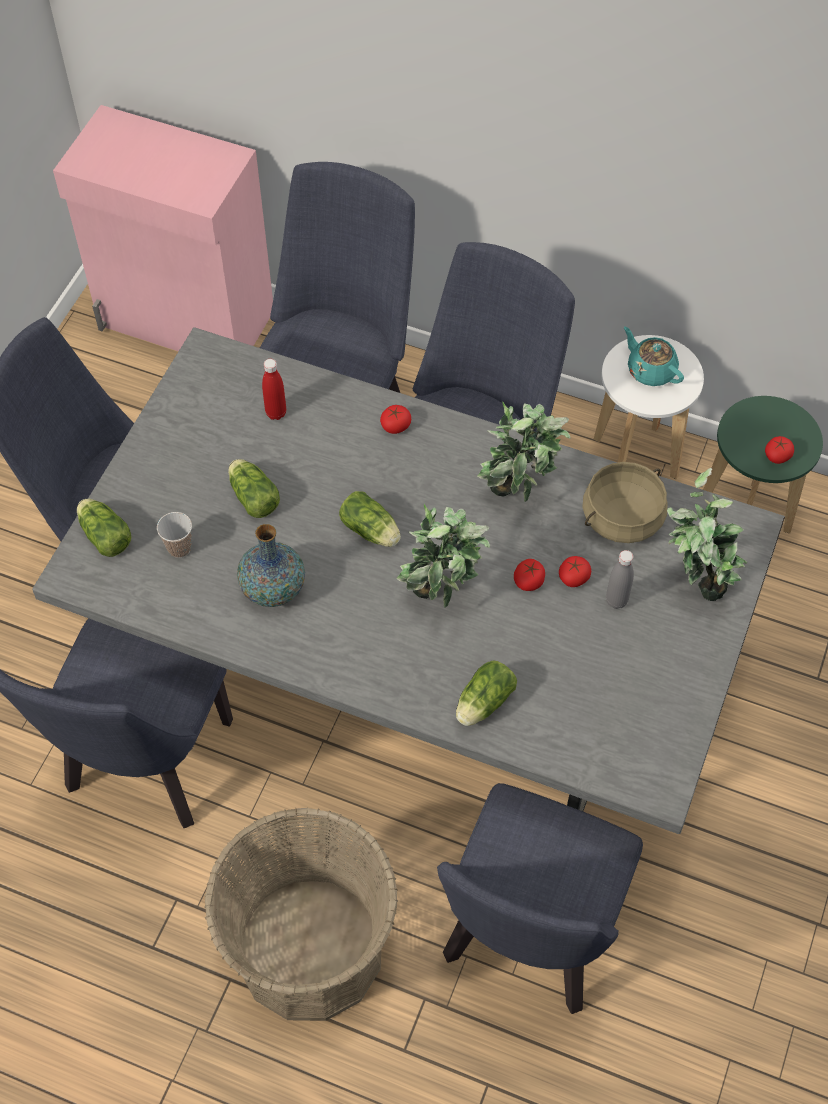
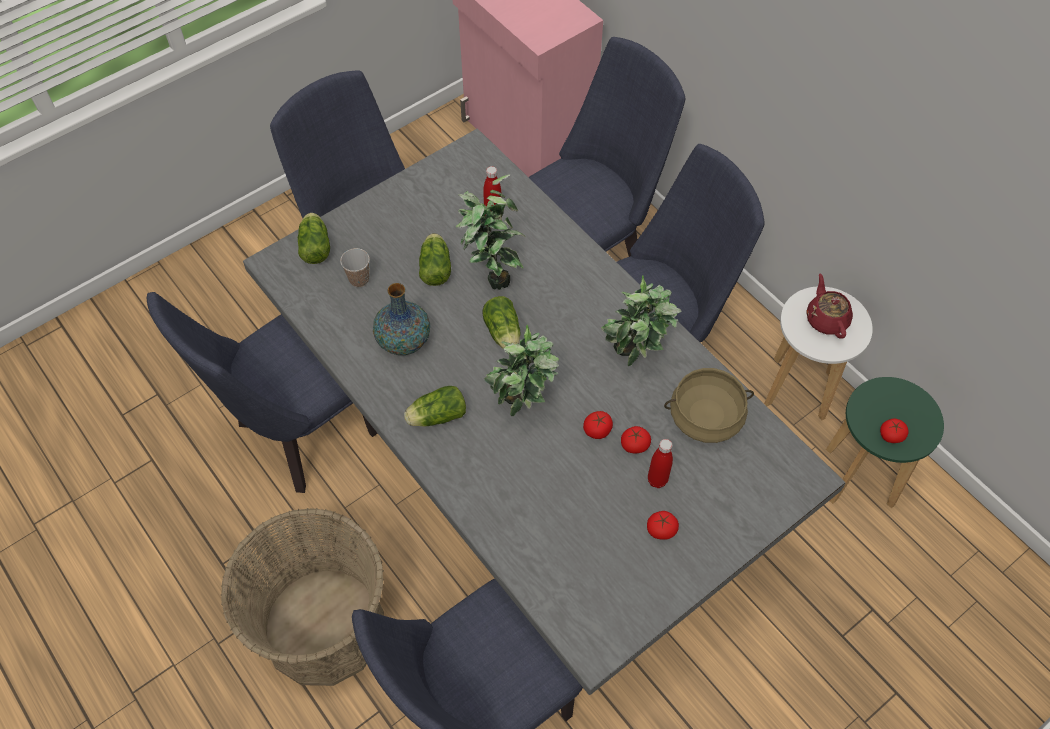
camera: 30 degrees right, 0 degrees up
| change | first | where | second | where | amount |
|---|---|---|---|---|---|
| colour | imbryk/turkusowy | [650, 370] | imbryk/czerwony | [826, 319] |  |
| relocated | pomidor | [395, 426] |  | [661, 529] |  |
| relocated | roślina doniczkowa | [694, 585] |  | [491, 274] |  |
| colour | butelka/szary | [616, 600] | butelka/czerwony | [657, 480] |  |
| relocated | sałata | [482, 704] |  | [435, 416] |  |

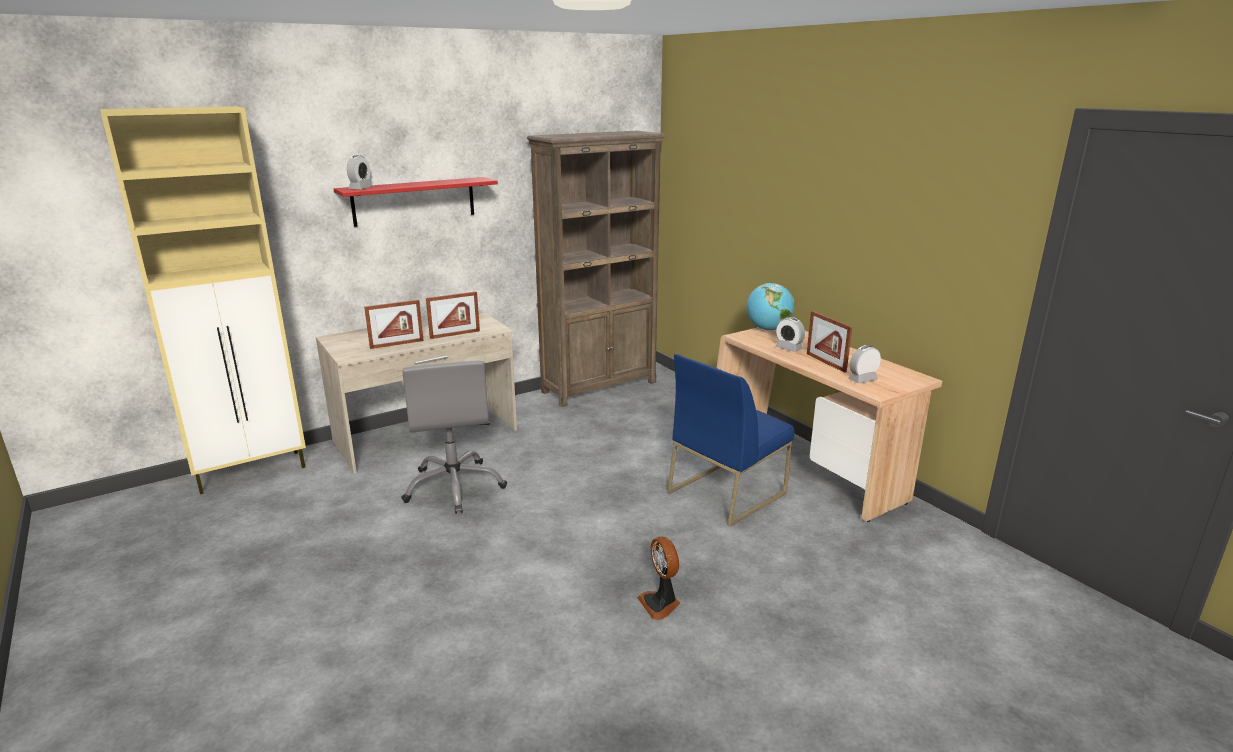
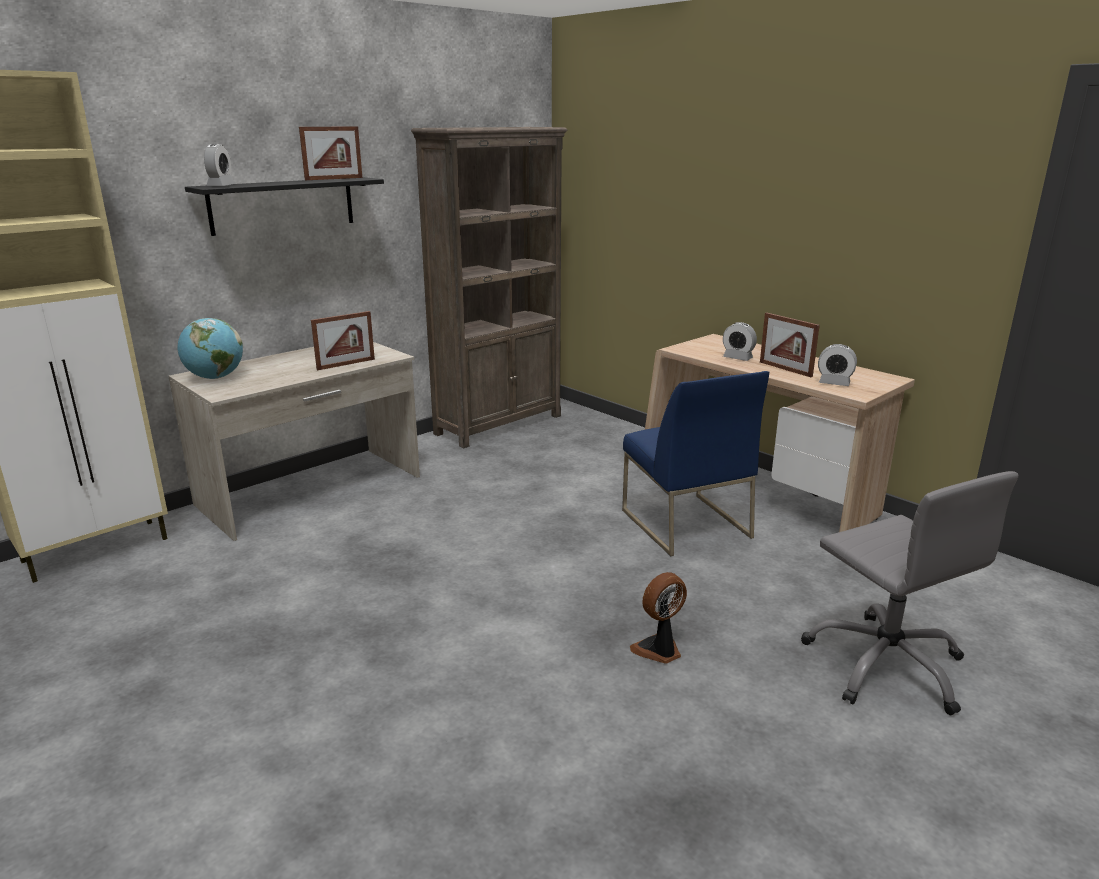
camera: 10 degrees left, 0 degrees up
| change | first | where | second | where | amount |
|---|---|---|---|---|---|
| colour | półka/czerwony | [414, 201] | półka/czarny | [283, 205] |  |
| relocated | globus | [768, 329] |  | [215, 378] |  |
| relocated | ramka na zdjęcie | [397, 344] |  | [334, 179] |  |
| spun | budzik | [862, 380] |  | [834, 383] | 120 degrees counterclockwise |
| spun | krzesło/niebieski | [726, 492] |  | [684, 523] | 60 degrees counterclockwise |
| relocated | krzesło biurowe/szary | [455, 486] |  | [886, 664] |  |
| spun | wentylator | [660, 603] |  | [659, 650] | 90 degrees clockwise |

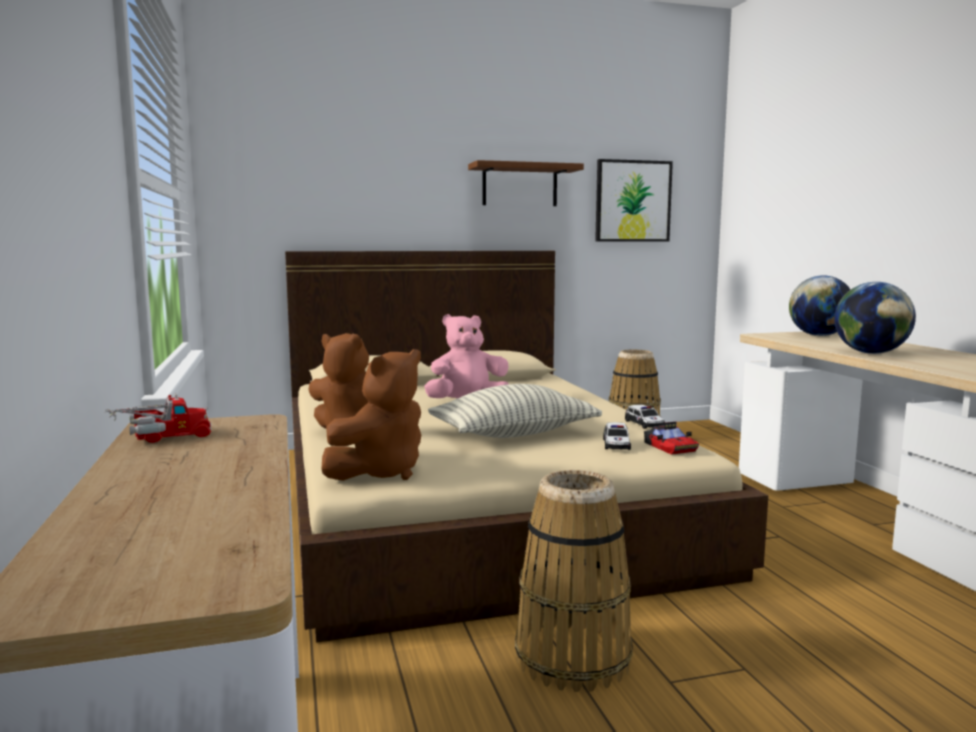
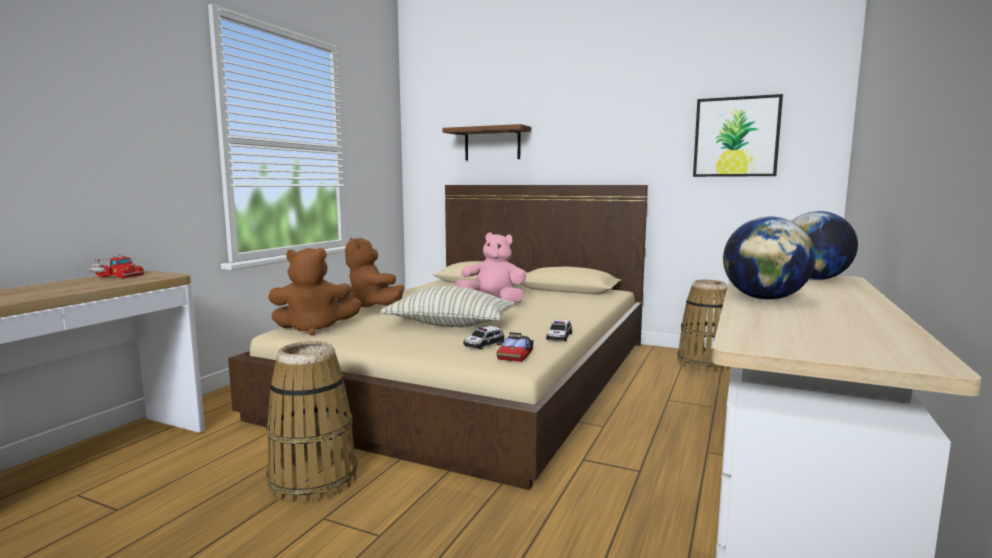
camera: 40 degrees right, 0 degrees up
| change | first | where | second | where | amount |
|---|---|---|---|---|---|
| relocated | półka/brązowy | [520, 185] |  | [492, 144] |  |

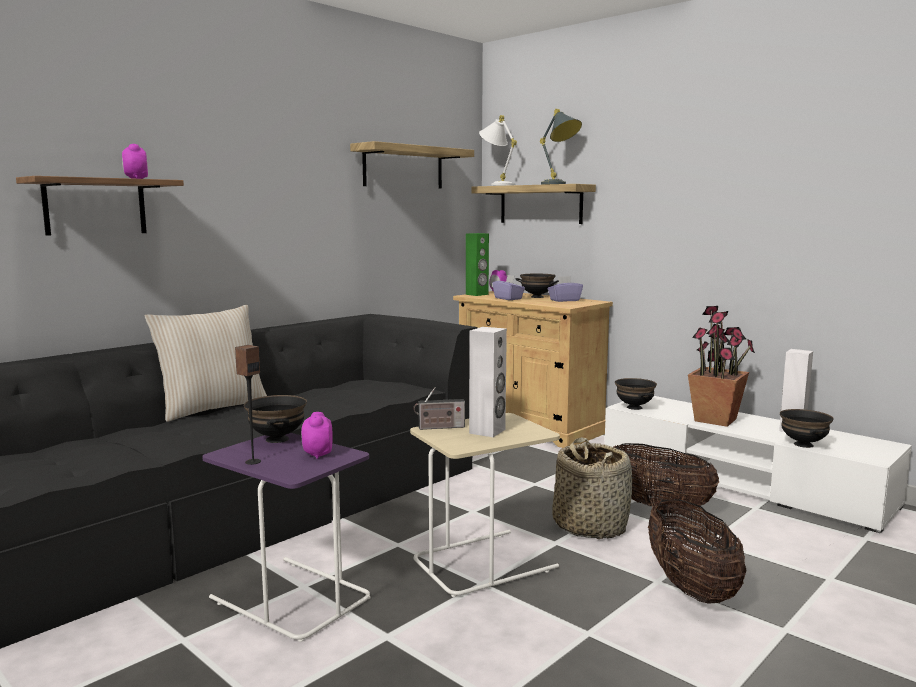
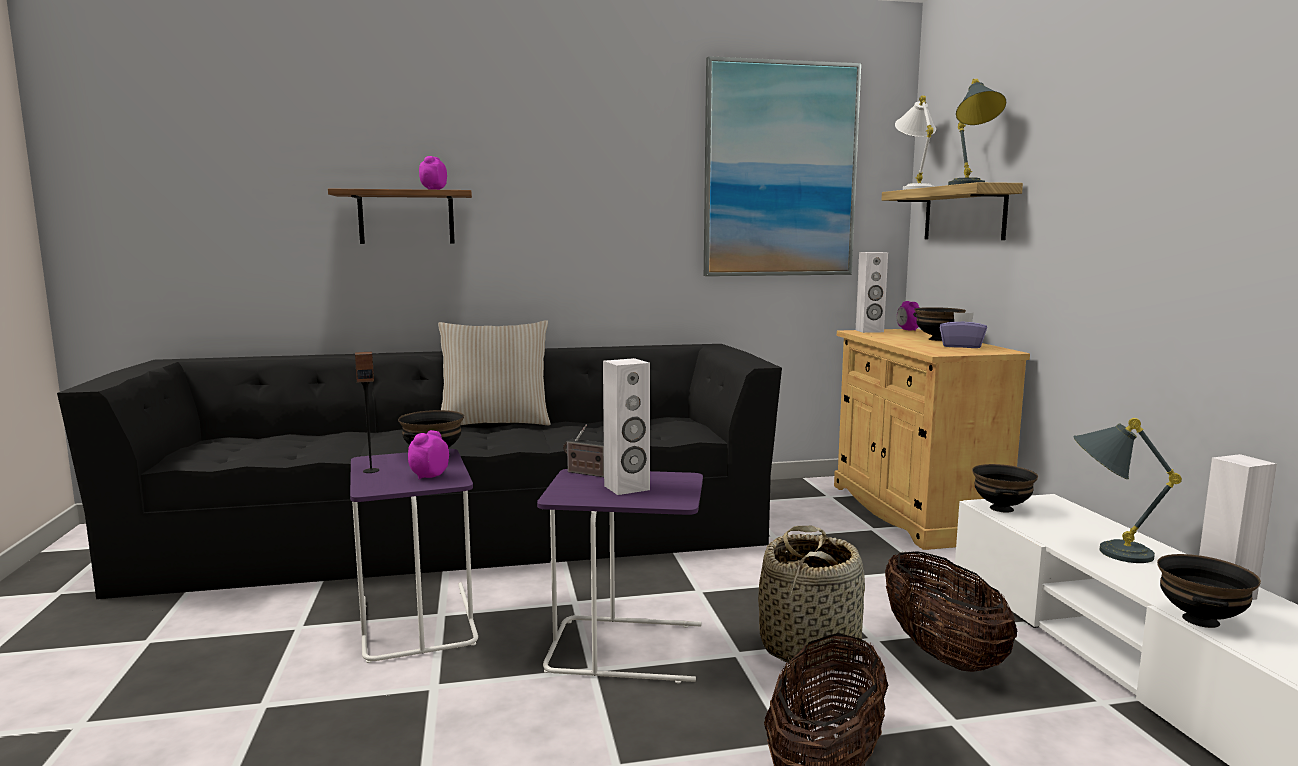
camera: 35 degrees right, 0 degrees up
| change | first | where | second | where | amount |
|---|---|---|---|---|---|
| exchanged | półka | [403, 167] | obraz | [780, 170] |  |
| colour | głośnik/zielony | [477, 294] | głośnik/biały | [869, 331] |  |
| missing | pudełko chusteczek/fioletowy | [508, 298] |  |  |  |
| exchanged | roślina doniczkowa | [716, 420] | lampa stołowa/szary | [1105, 550] |  |
| colour | stolik/beżowy | [484, 562] | stolik/fioletowy | [627, 648] |  |

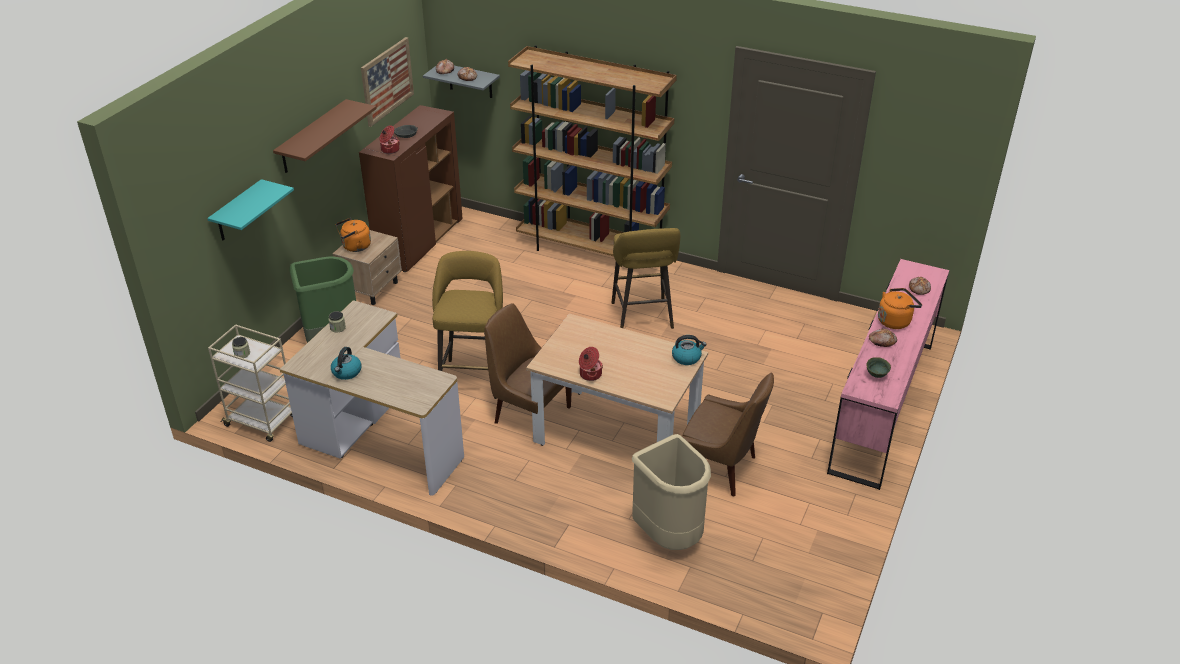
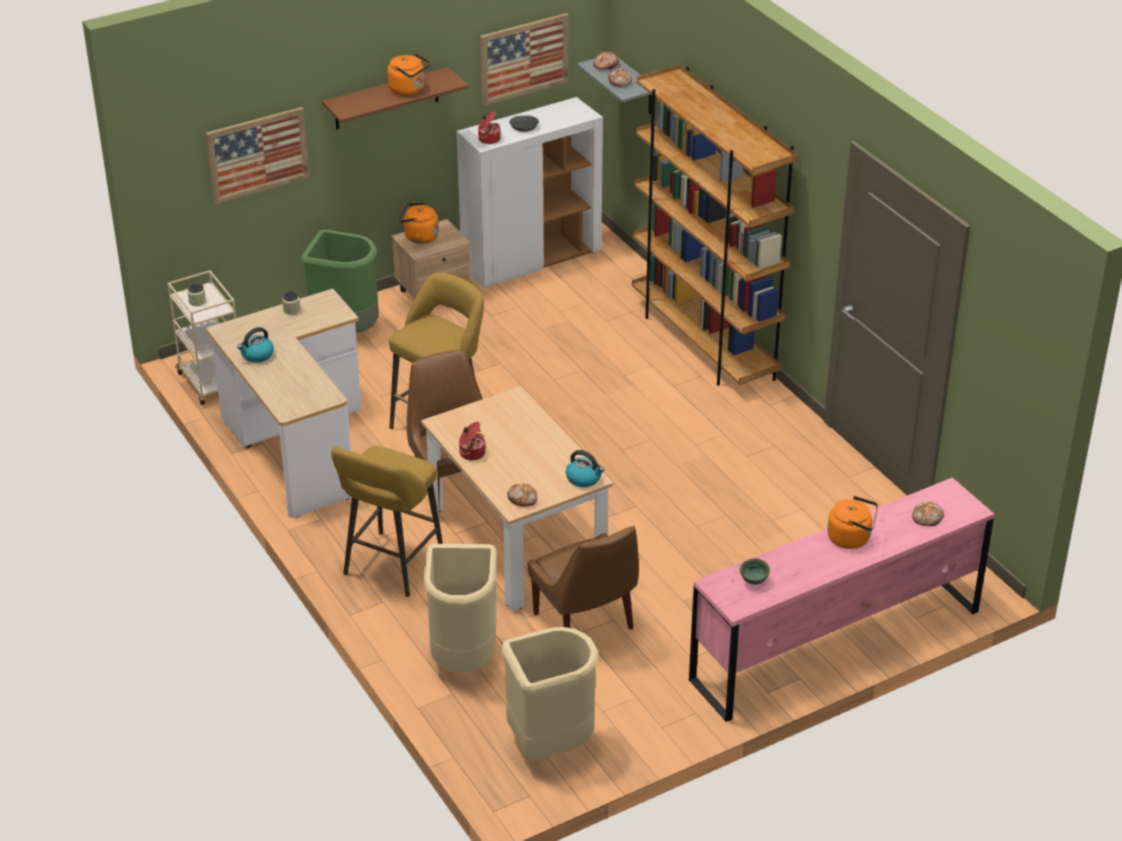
camera: 35 degrees right, 0 degrees up
| change | first | where | second | where | amount |
|---|---|---|---|---|---|
| colour | szafka/brązowy | [419, 242] | szafka/biały | [531, 260] |  |
| exchanged | półka/turkusowy | [237, 212] | obraz | [257, 154] |  |
| relocated | stołek/żółty | [643, 318] |  | [390, 567] |  |
| relocated | chleb | [882, 341] |  | [522, 498] |  |
| appeared |  |  | czajnik/pomarańczowy | [409, 89] |  |
| appeared |  |  | kosz na śmieci/beżowy | [550, 744] |  |

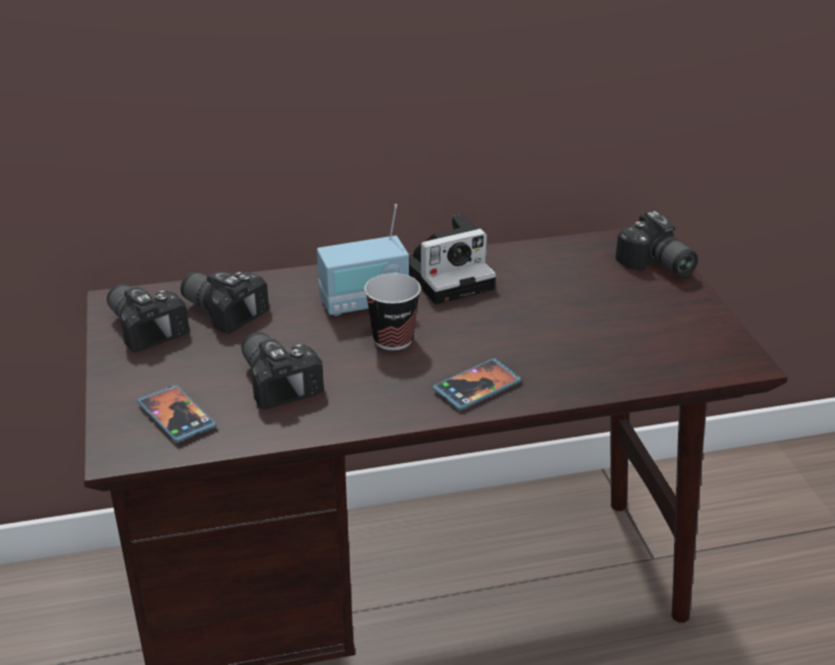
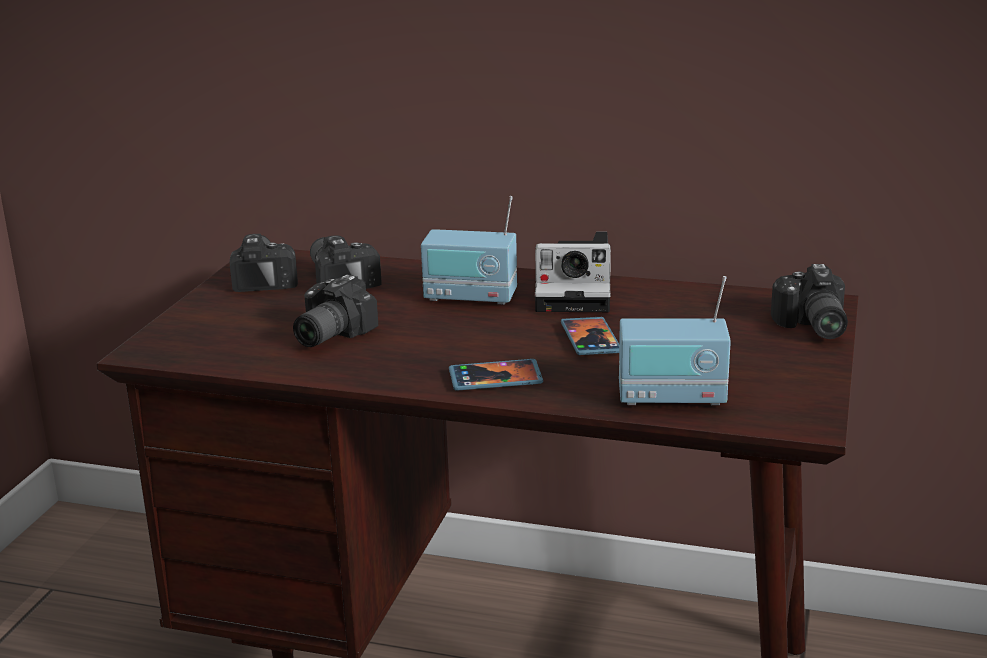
camera: 30 degrees right, 10 degrees down
| change | first | where | second | where | amount |
|---|---|---|---|---|---|
| missing | filiżanka | [393, 339] |  |  |  |
| spun | aparat fotograficzny | [280, 380] |  | [326, 335] | 150 degrees counterclockwise |
| relocated | telefon | [176, 416] |  | [590, 339] |  |
| appeared |  |  | radio | [671, 397] |  |

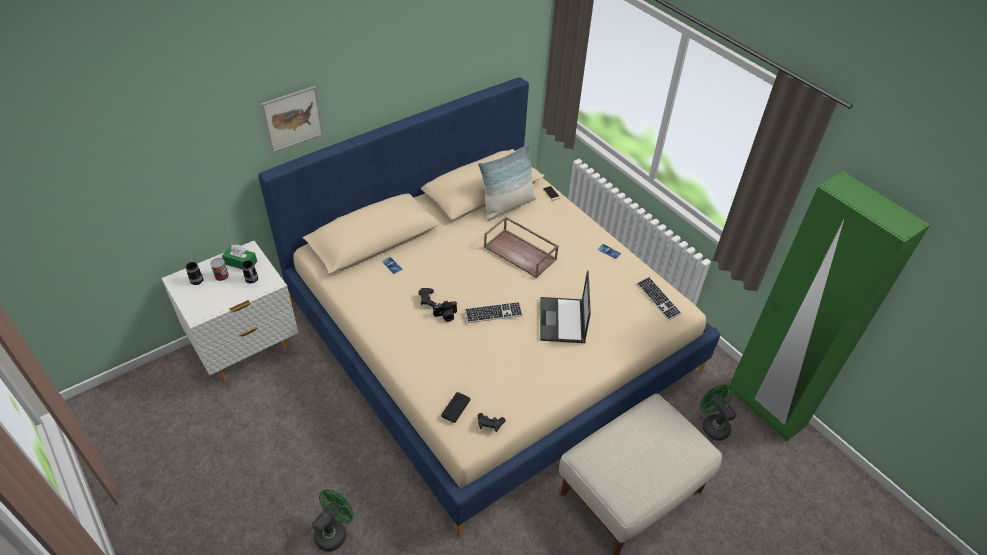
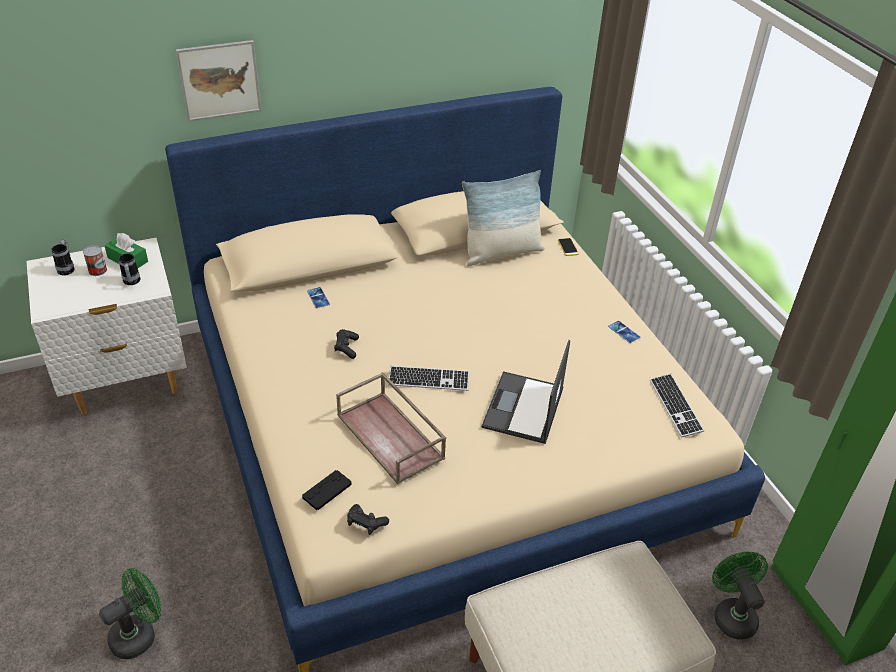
camera: 15 degrees right, 5 degrees down
| change | first | where | second | where | amount |
|---|---|---|---|---|---|
| relocated | taca/brązowy | [521, 253] |  | [391, 436] |  |
| missing | aparat fotograficzny | [446, 316] |  |  |  |

